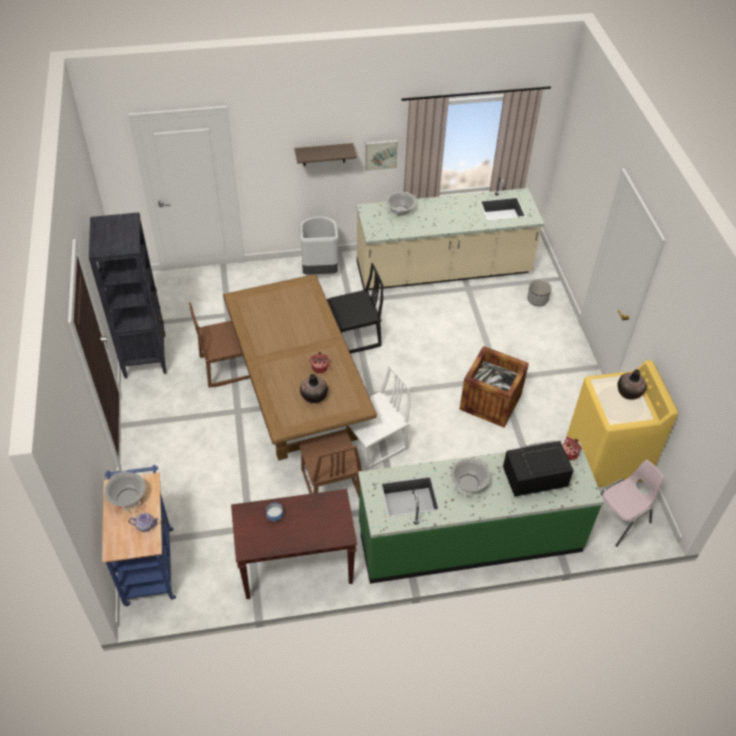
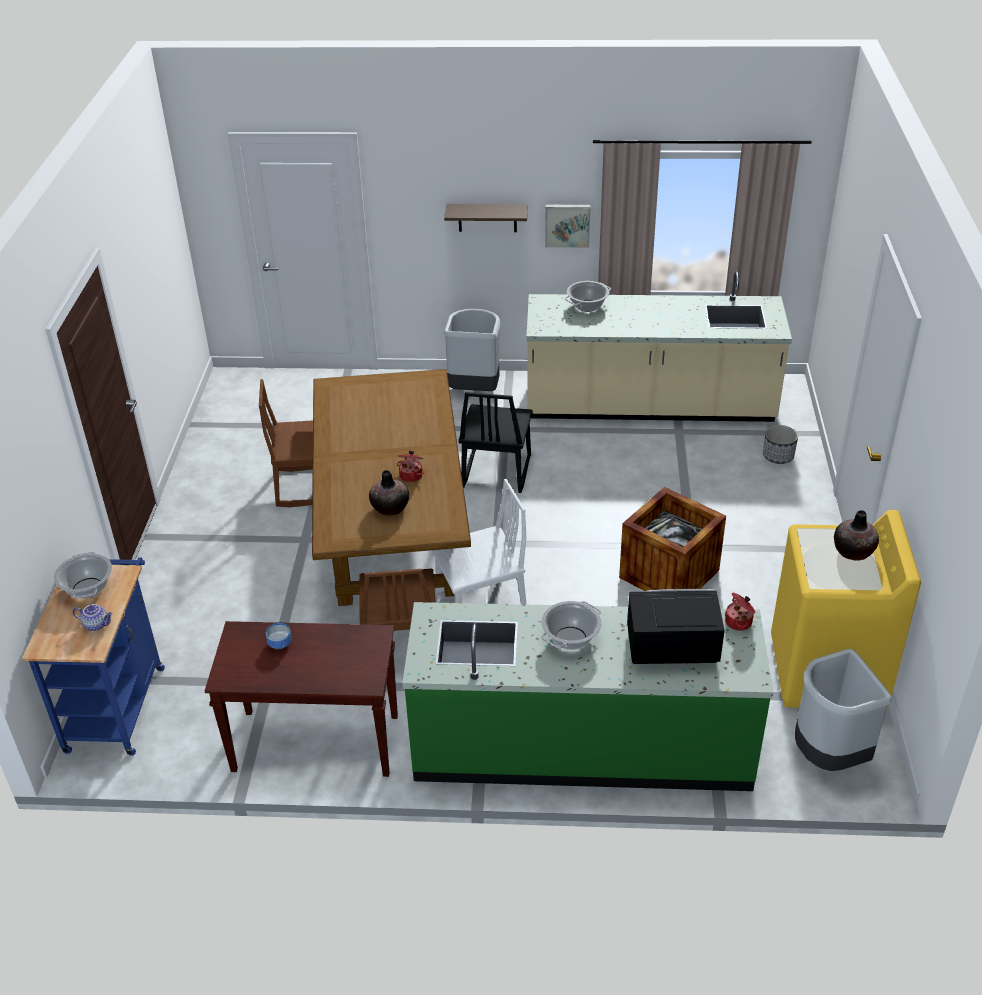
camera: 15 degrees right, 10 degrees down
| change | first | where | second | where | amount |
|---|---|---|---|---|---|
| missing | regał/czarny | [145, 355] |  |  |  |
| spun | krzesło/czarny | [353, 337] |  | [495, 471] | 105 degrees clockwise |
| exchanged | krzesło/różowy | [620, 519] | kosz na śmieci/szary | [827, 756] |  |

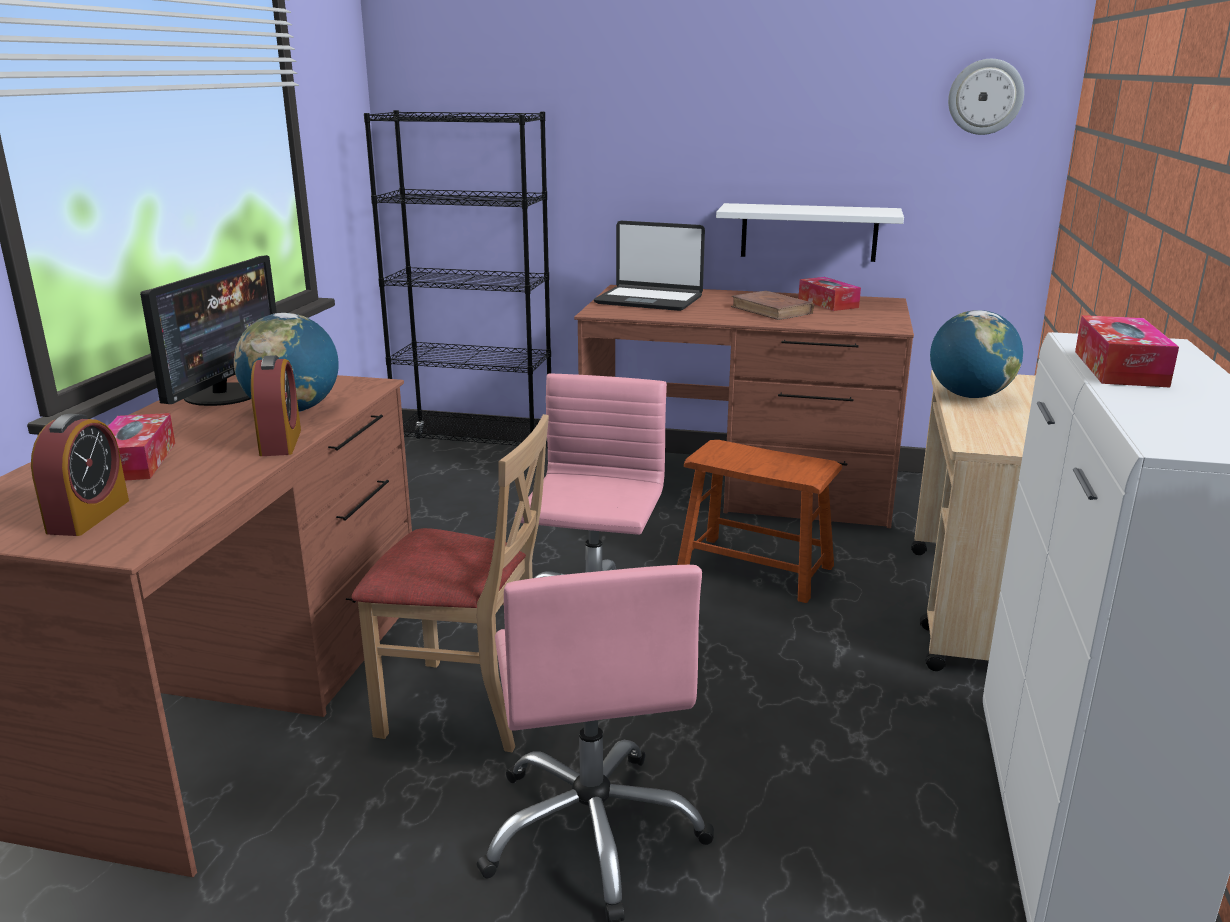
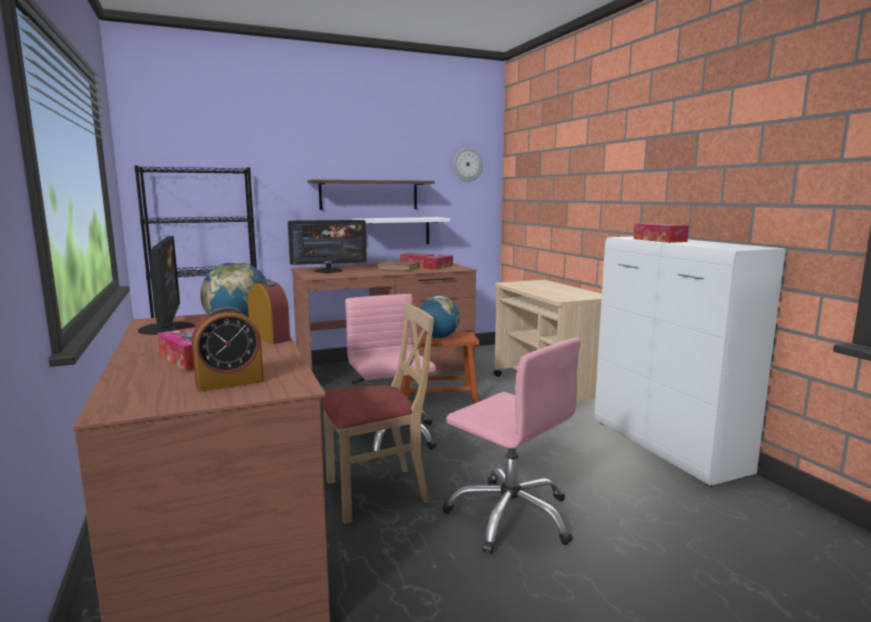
camera: 35 degrees left, 10 degrees down
| change | first | where | second | where | amount |
|---|---|---|---|---|---|
| exchanged | laptop | [649, 300] | monitor | [329, 271] |  |
| relocated | globus | [969, 396] |  | [438, 337] |  |
| spun | budzik | [88, 516] |  | [230, 382] | 90 degrees clockwise |
| appeared |  |  | półka | [369, 195] |  |
| appeared |  |  | pudełko chusteczek | [438, 267] |  |

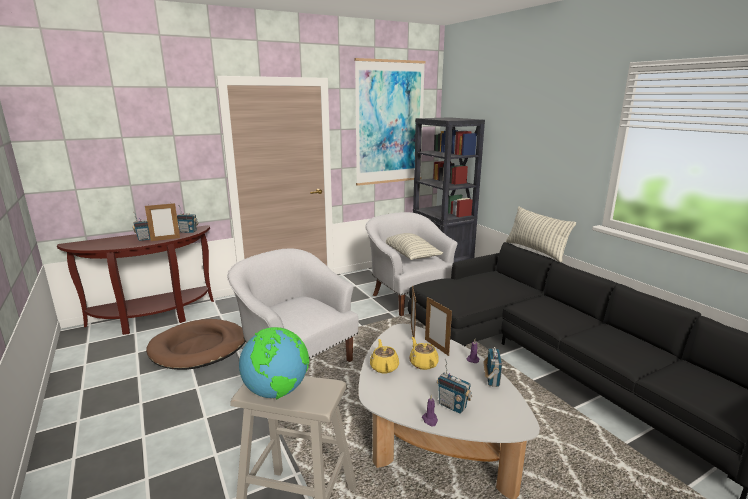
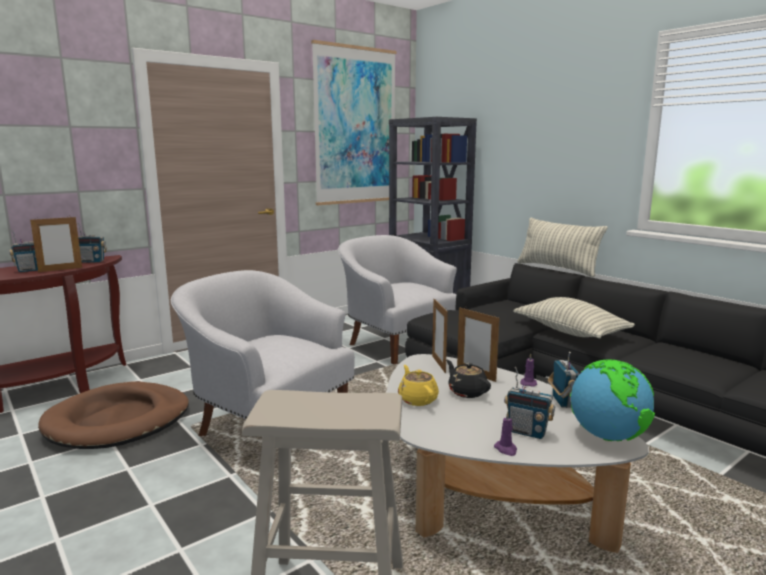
camera: 10 degrees left, 5 degrees down
| change | first | where | second | where | amount |
|---|---|---|---|---|---|
| relocated | poduszka | [410, 255] |  | [570, 332] |  |
| relocated | globus | [277, 392] |  | [607, 436] |  |
| colour | imbryk/żółty | [423, 363] | imbryk/czarny | [467, 392] |  |

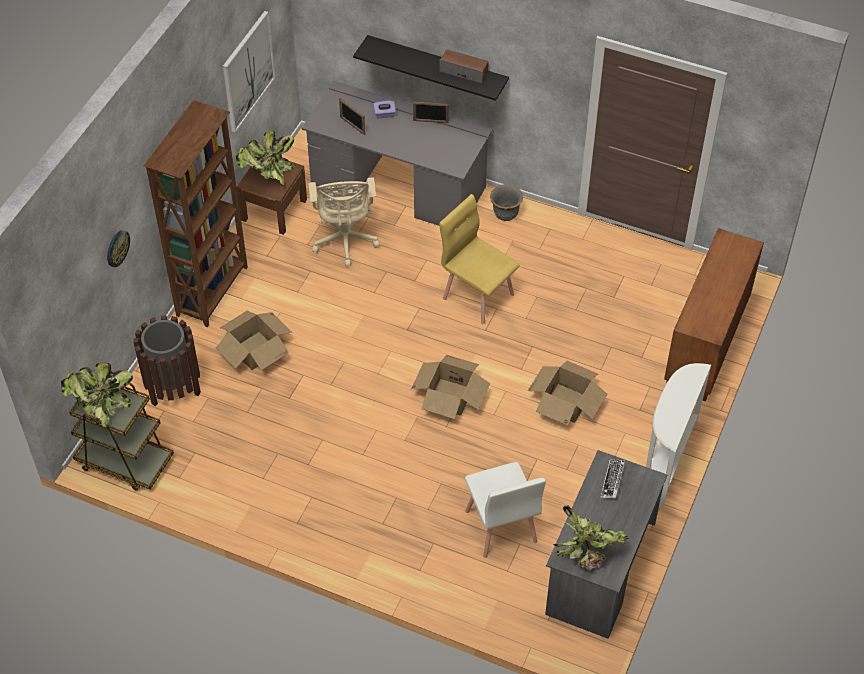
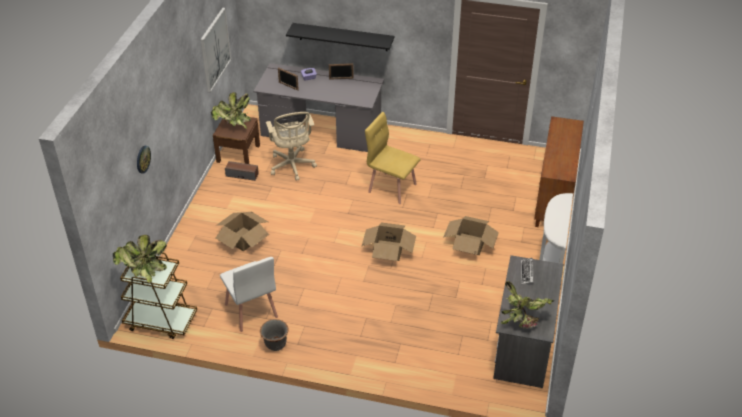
camera: 10 degrees left, 10 degrees down
| change | first | where | second | where | amount |
|---|---|---|---|---|---|
| relocated | głośnik | [464, 72] |  | [242, 174] |  |
| missing | regał/brązowy | [213, 291] |  |  |  |
| relocated | donica/szary | [505, 214] |  | [275, 345] |  |
| missing | kosz na śmieci/brązowy | [173, 387] |  |  |  |
| relocated | krzesło/biały | [500, 527] |  | [251, 311] |  |

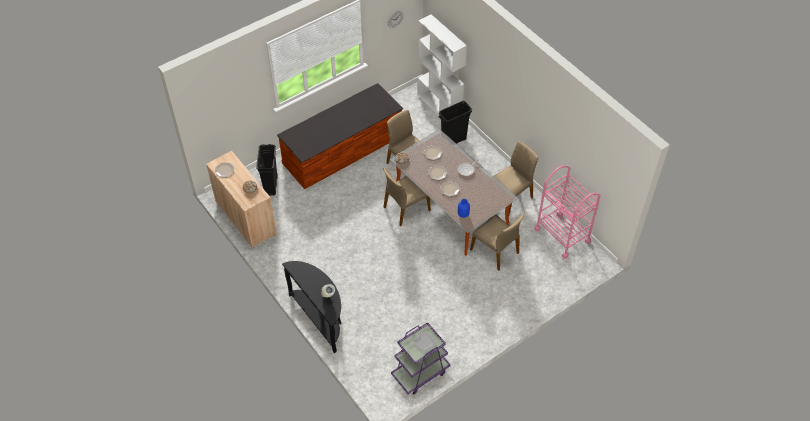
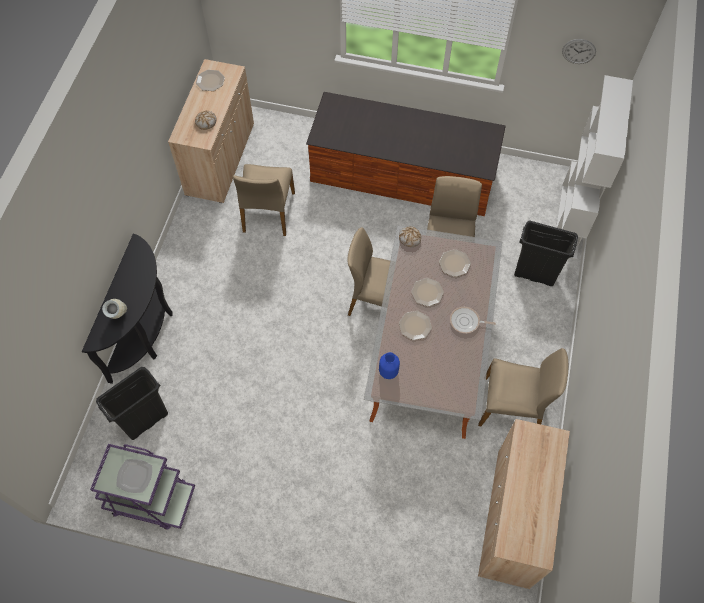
camera: 50 degrees right, 10 degrees up
| change | first | where | second | where | amount |
|---|---|---|---|---|---|
| relocated | kosz na śmieci/czarny | [271, 185] |  | [146, 420] |  |
| exchanged | wózek/różowy | [562, 235] | szafka/beżowy | [512, 518] |  |
| relocated | krzesło/beżowy | [495, 251] |  | [268, 212] |  |

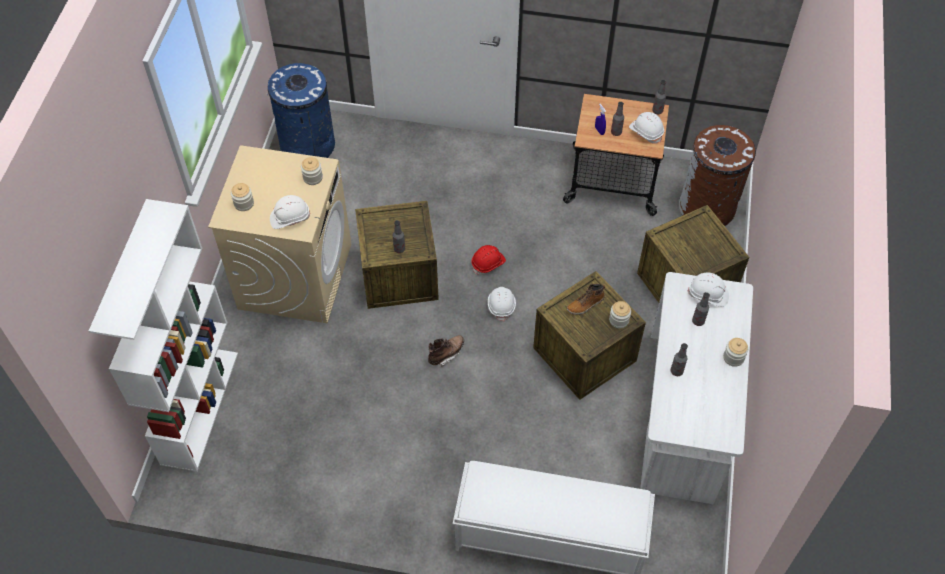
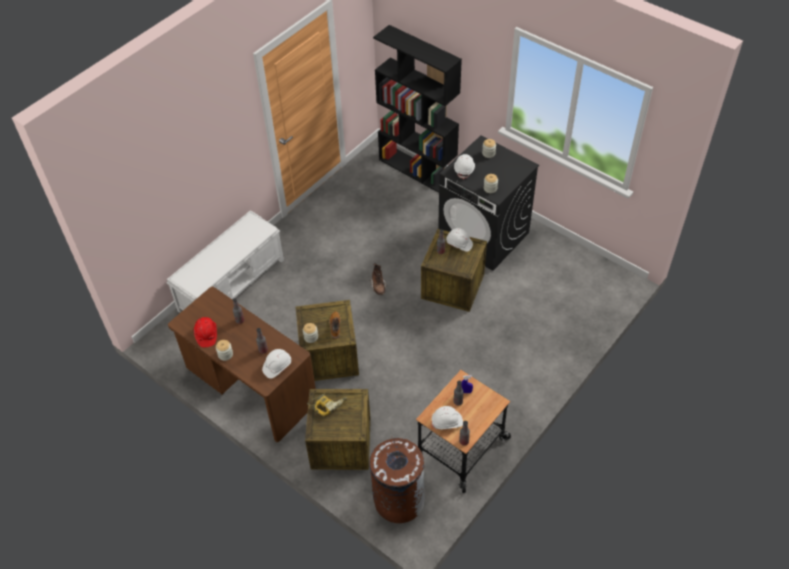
camera: 120 degrees right, 5 degrees down
| change | first | where | second | where | amount |
|---|---|---|---|---|---|
| missing | kosz na śmieci/niebieski | [307, 145] |  |  |  |
| colour | pralka/beżowy | [295, 275] | pralka/czarny | [484, 236] |  |
| colour | regał/biały | [199, 407] | regał/czarny | [418, 170] |  |
| relocated | kask/czerwony | [488, 263] |  | [206, 335] |  |
| colour | biurko/biały | [684, 416] | biurko/brązowy | [250, 387] |  |
| relocated | kask/biały | [501, 305] |  | [459, 244] |  |
| appeared |  |  | wiertarka | [328, 403] |  |

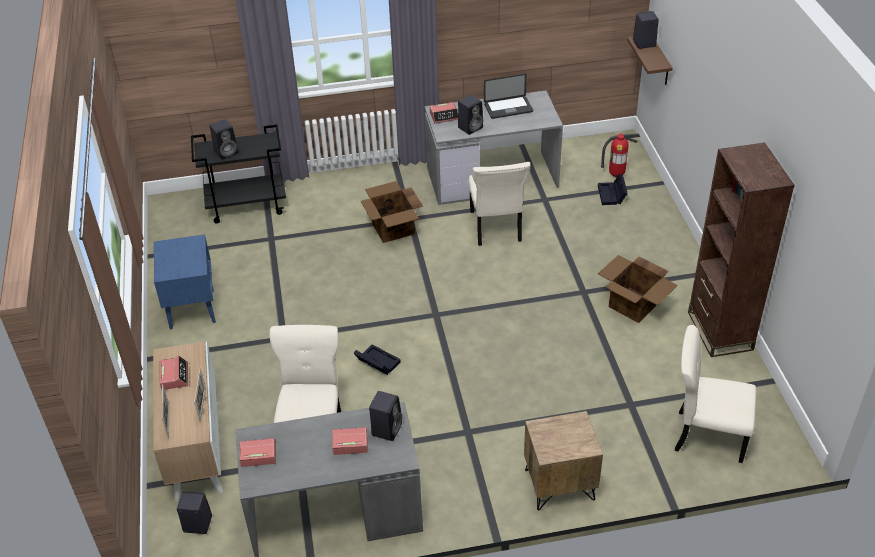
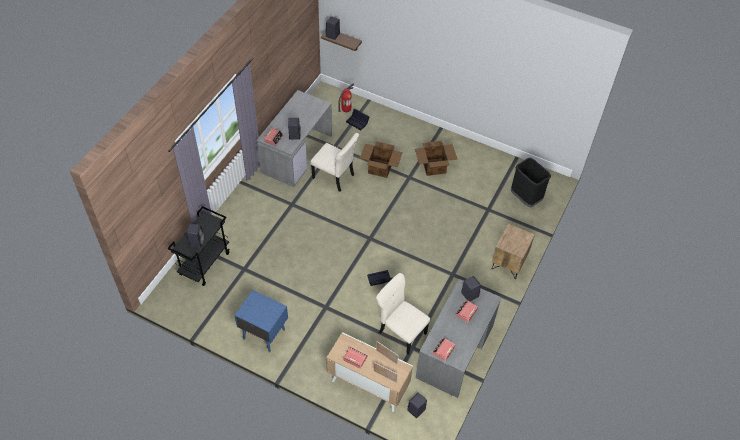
camera: 55 degrees left, 10 degrees up
| change | first | where | second | where | amount |
|---|---|---|---|---|---|
| missing | laptop | [508, 108] |  |  |  |
| missing | regał/brązowy | [719, 331] |  |  |  |
| relocated | karton | [393, 229] |  | [380, 168] |  |
| exchanged | krzesło/beżowy | [706, 435] | kosz na śmieci/czarny | [525, 198] |  |

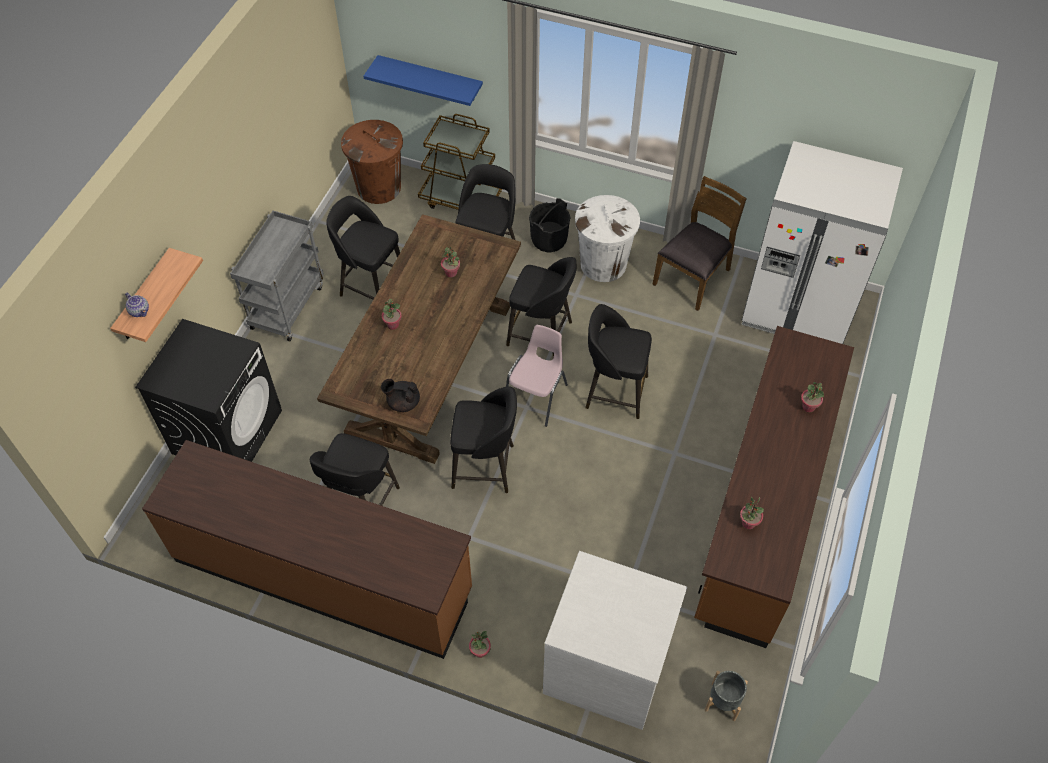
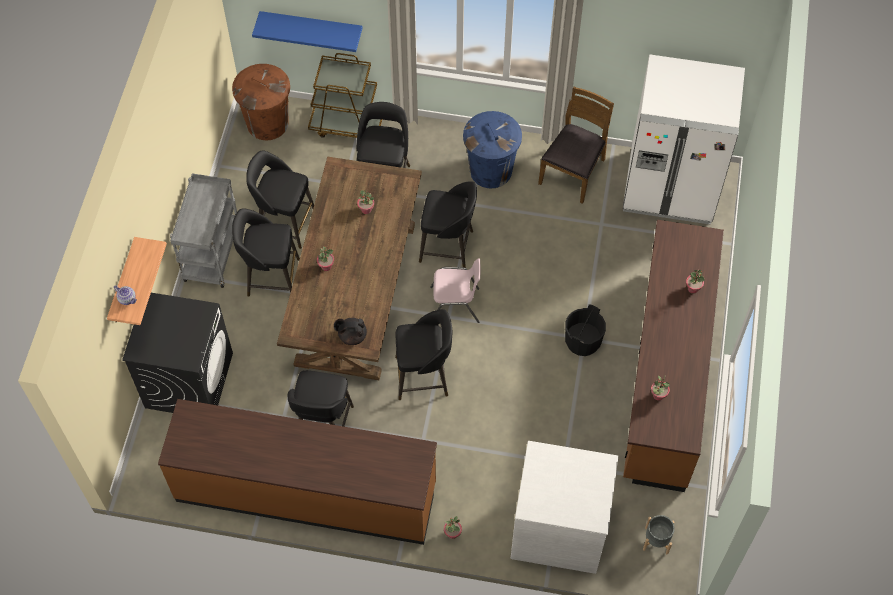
camera: 10 degrees left, 5 degrees up
| change | first | where | second | where | amount |
|---|---|---|---|---|---|
| colour | kosz na śmieci/biały | [603, 264] | kosz na śmieci/niebieski | [491, 170] |  |
| relocated | wiadro/czarny | [549, 240] |  | [583, 341] |  |
| relocated | stołek/czarny | [614, 391] |  | [271, 277] |  |
| spun | krzesło/różowy | [537, 396] |  | [455, 305] | 75 degrees clockwise |

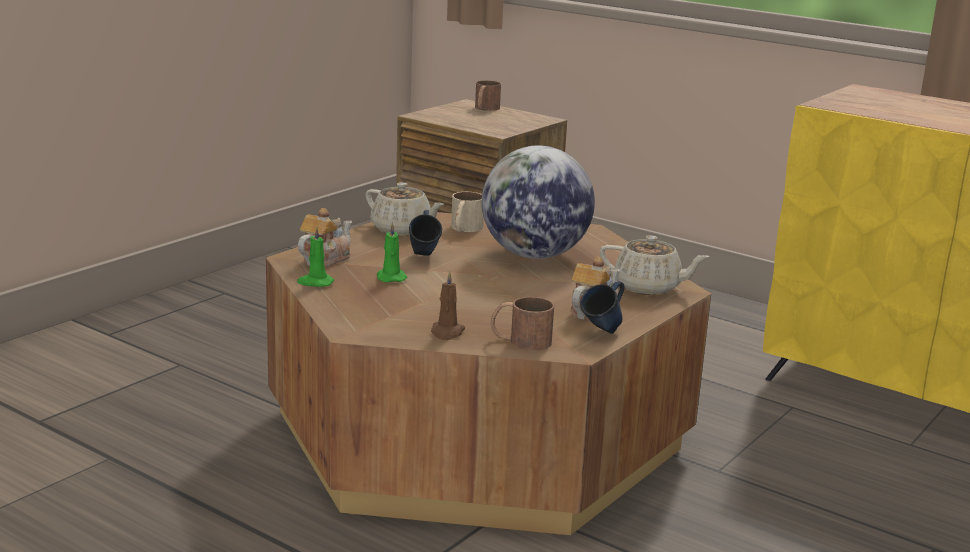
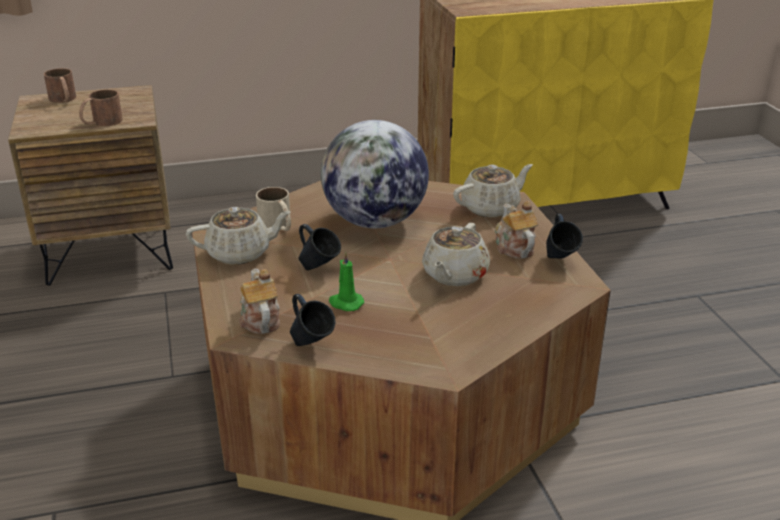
camera: 50 degrees left, 10 degrees up
| change | first | where | second | where | amount |
|---|---|---|---|---|---|
| exchanged | świeca/zielony | [315, 283] | kubek/niebieski | [311, 346] |  |
| missing | świeca/brązowy | [447, 332] |  |  |  |
| relocated | kubek/brązowy | [520, 341] |  | [101, 122] |  |
| appeared |  |  | imbryk/beżowy | [454, 275] |  |

